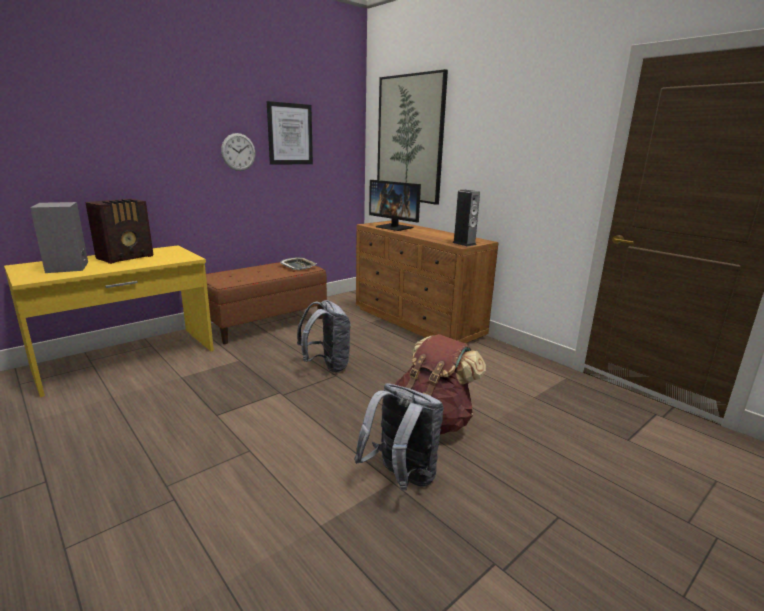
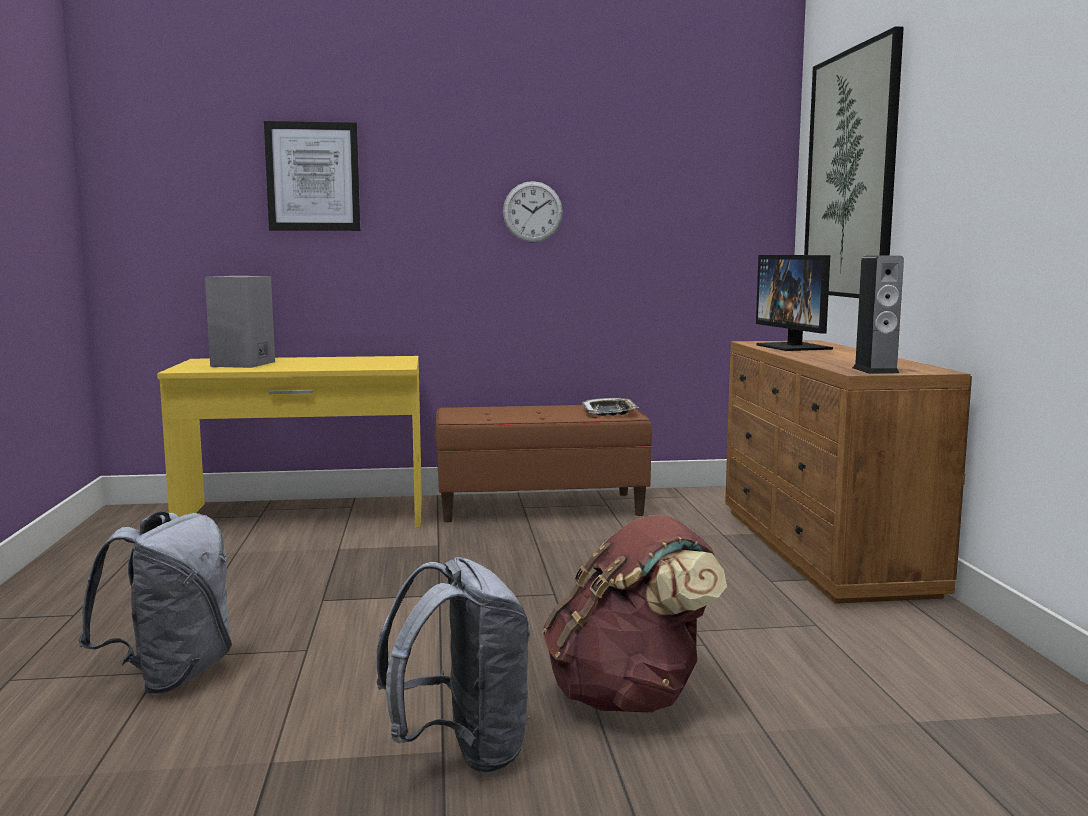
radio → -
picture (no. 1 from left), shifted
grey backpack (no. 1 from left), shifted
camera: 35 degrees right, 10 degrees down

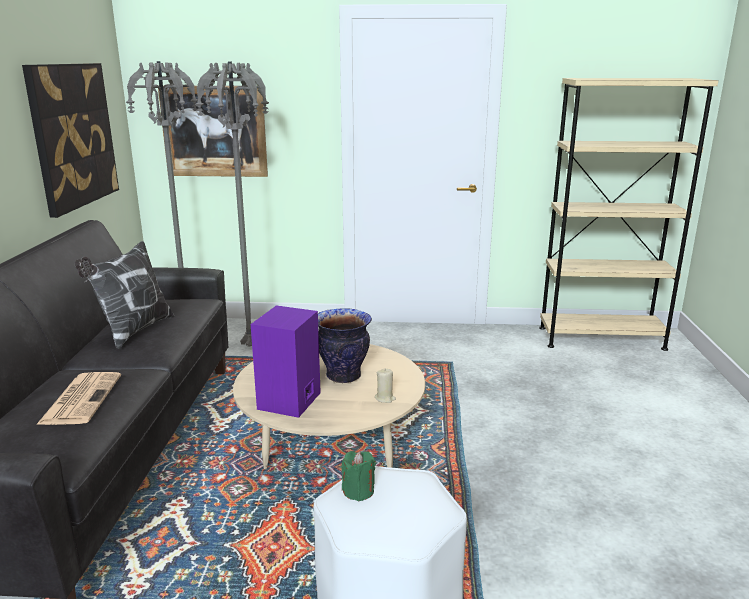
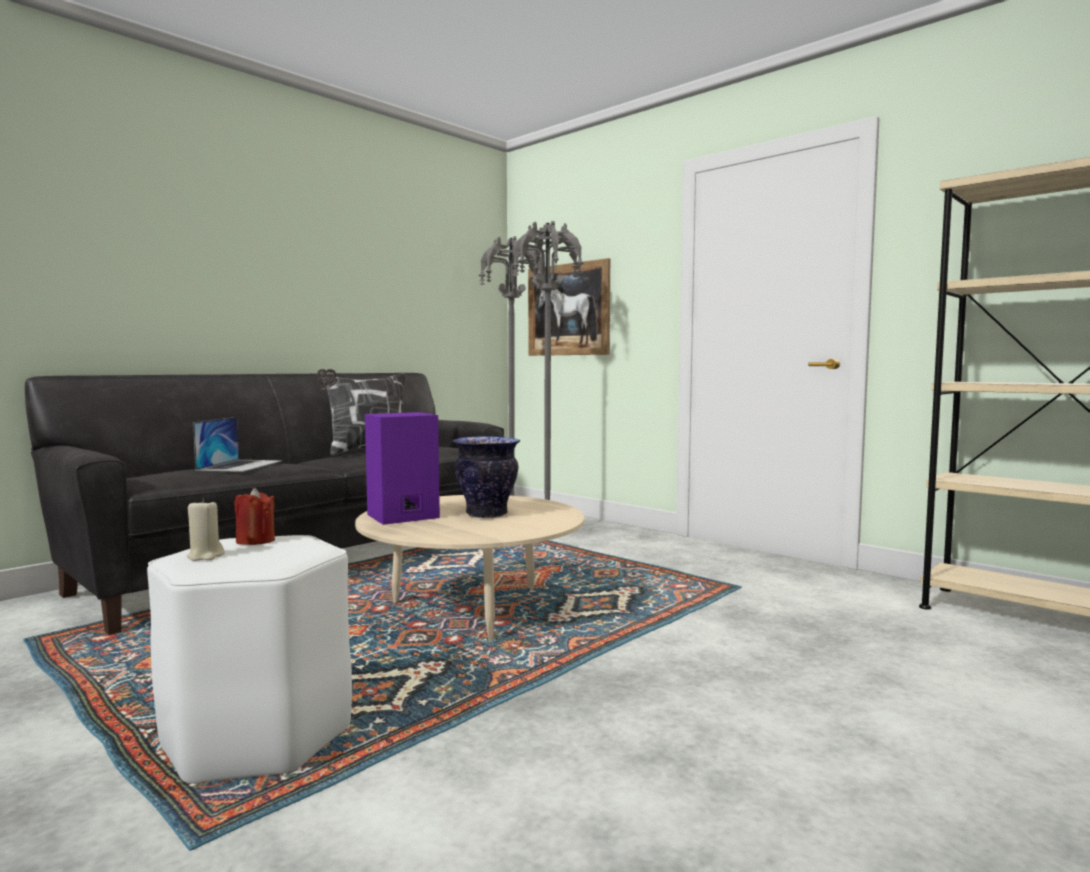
picture (no. 1 from left) → -
beige candle, shifted
newspaper → laptop
green candle → red candle
camera: 40 degrees right, 15 degrees down

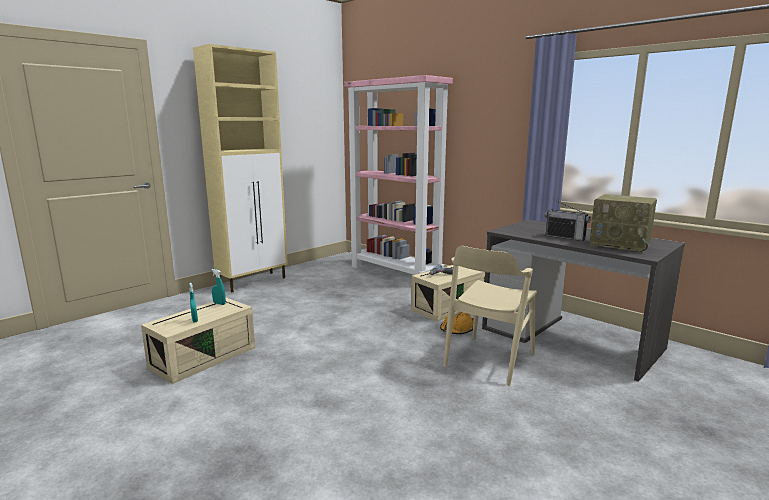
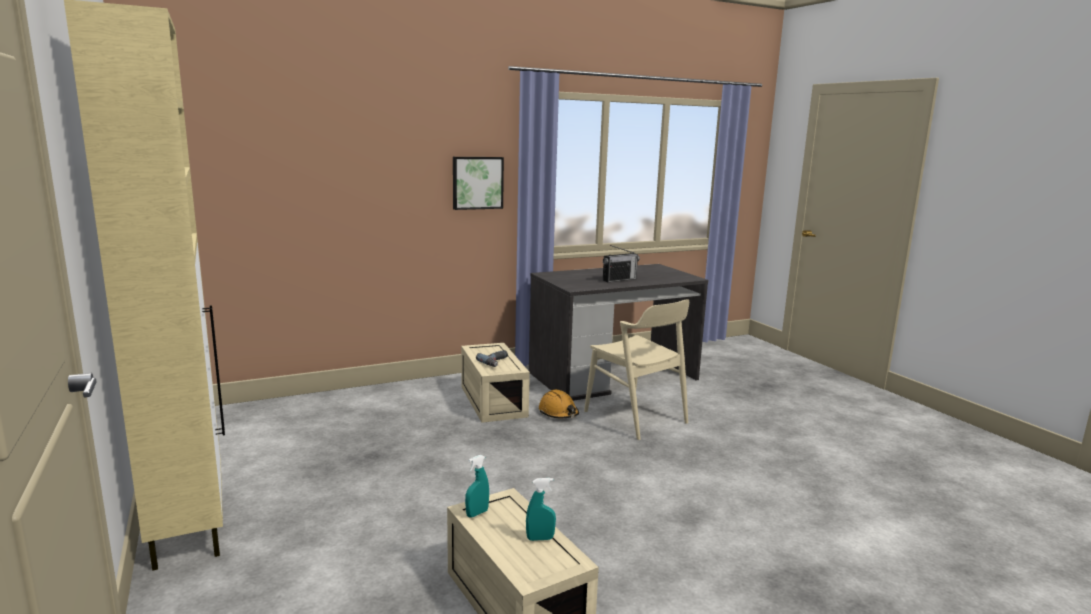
pink bookcase → -
radio (no. 2 from left) → -
- → picture
camera: 70 degrees left, 0 degrees up

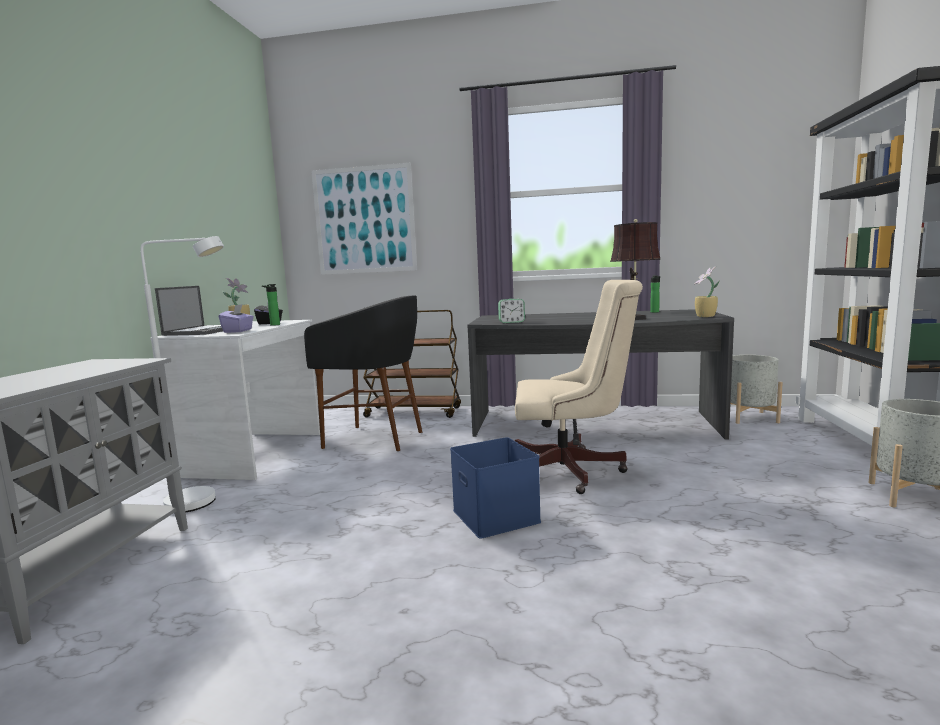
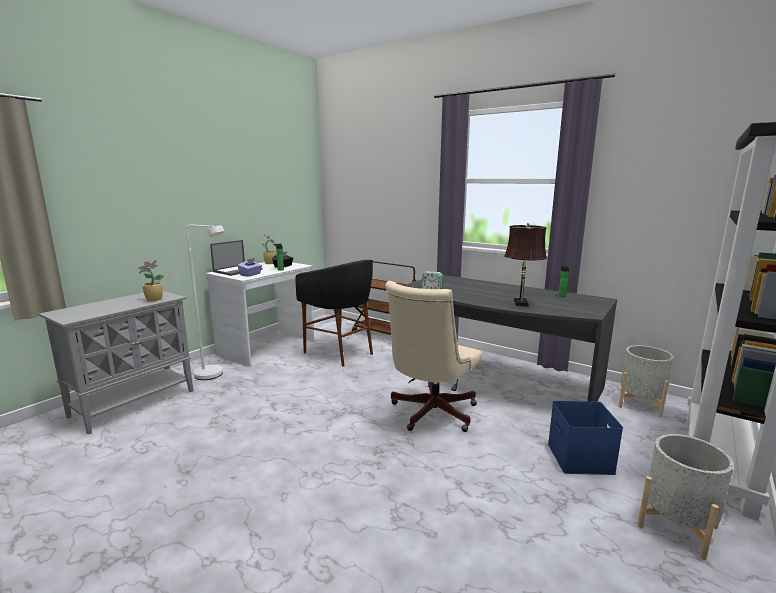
picture → -
blue storage box, shifted
potted plant (no. 2 from left in the first image) → potted plant (no. 1 from left), shifted
beige office chair, 90 degrees clockwise
camera: 25 degrees right, 5 degrees up

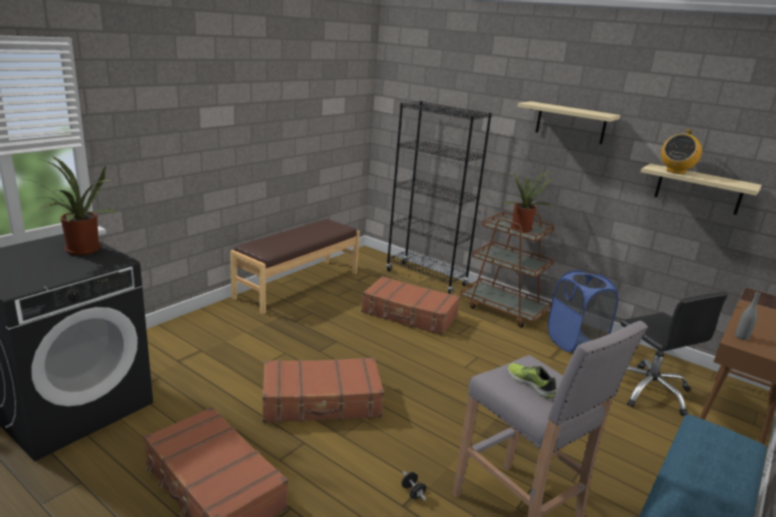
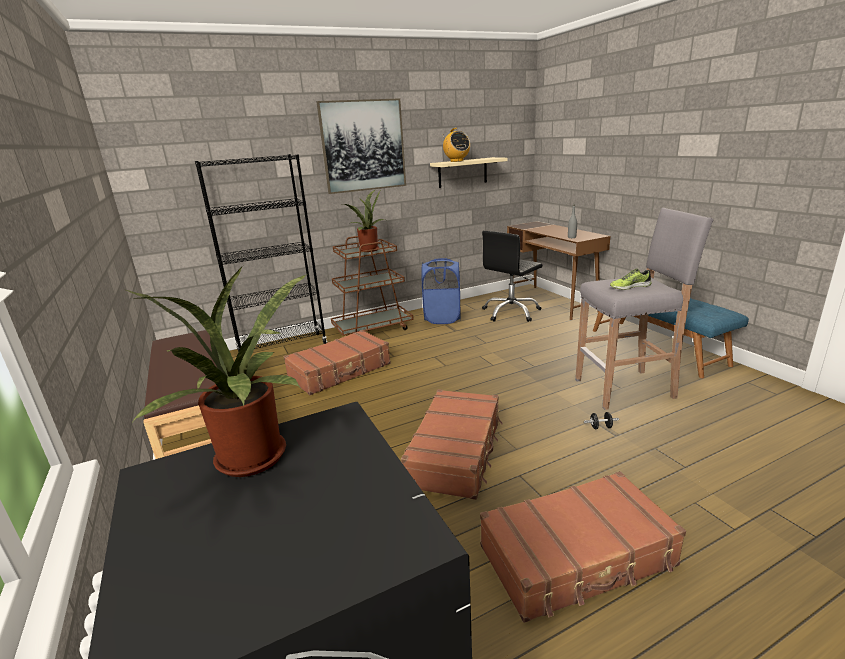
beige shelf (no. 1 from left) → picture
black office chair, 135 degrees clockwise
camera: 60 degrees left, 0 degrees up

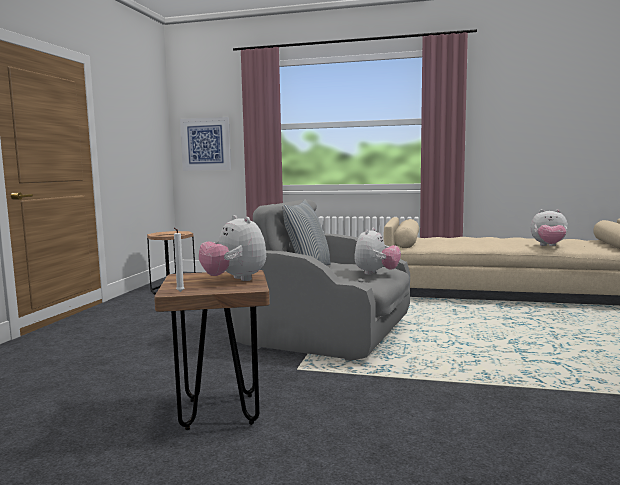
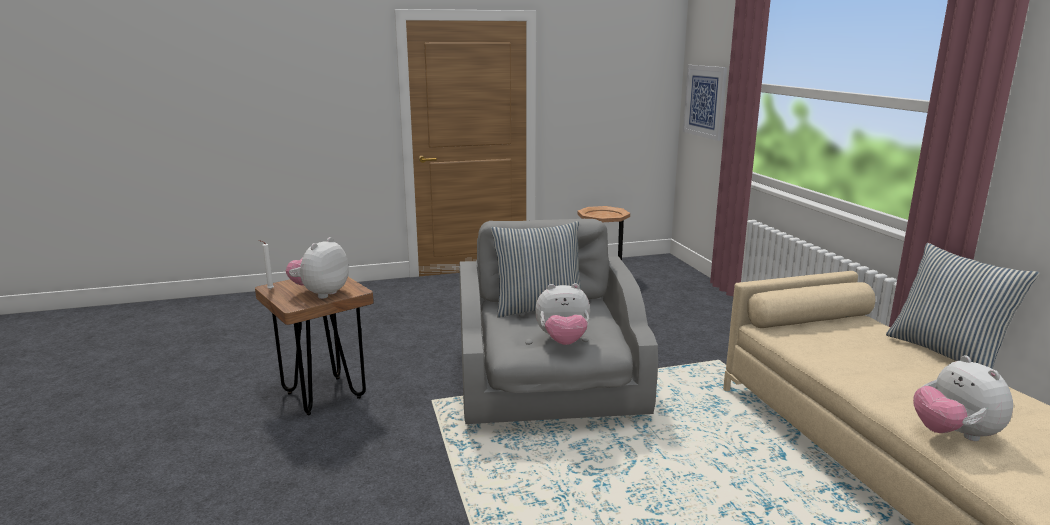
- → pillow (no. 2 from left)
camera: 60 degrees right, 10 degrees up

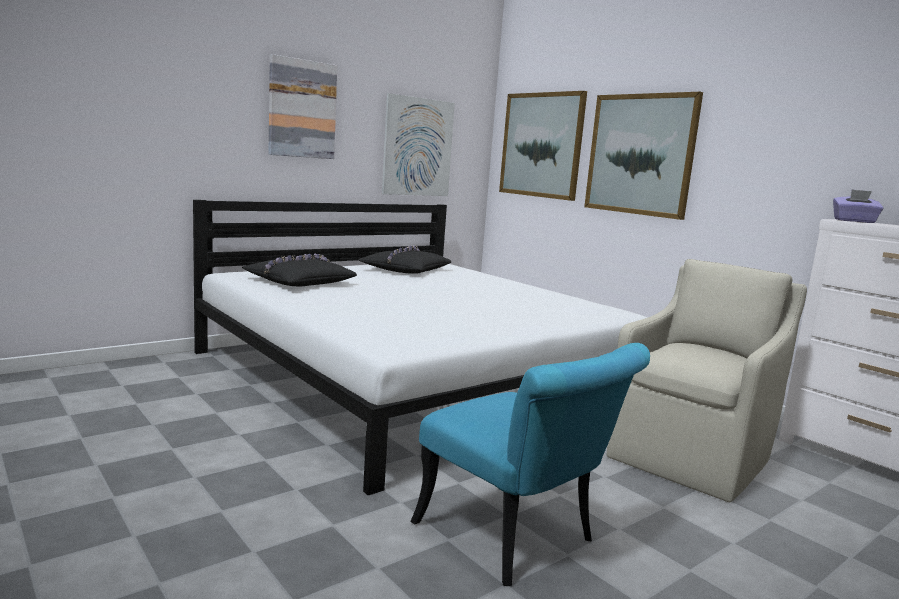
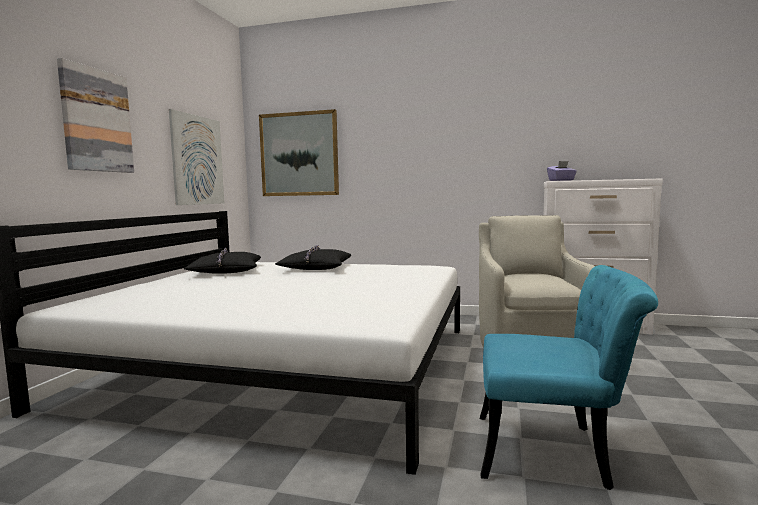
picture (no. 4 from left) → -
black pillow (no. 1 from left in the first image) → black pillow (no. 2 from left), shifted
camera: 35 degrees left, 5 degrees down

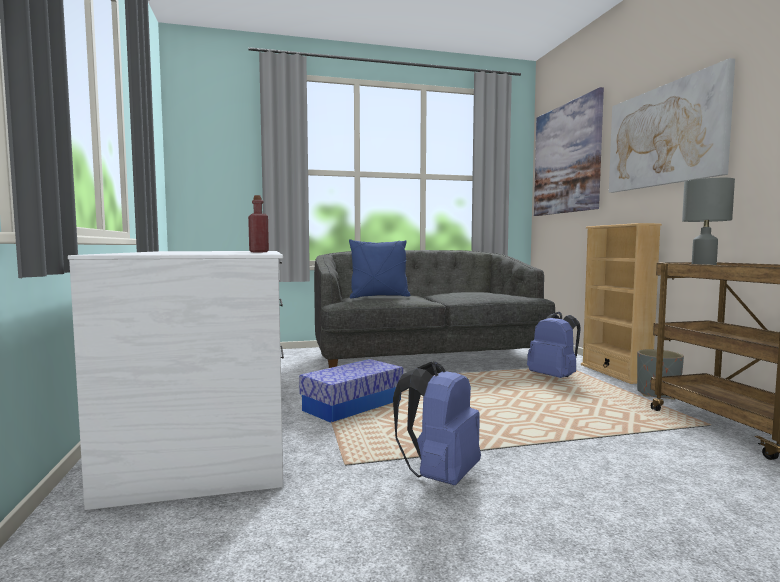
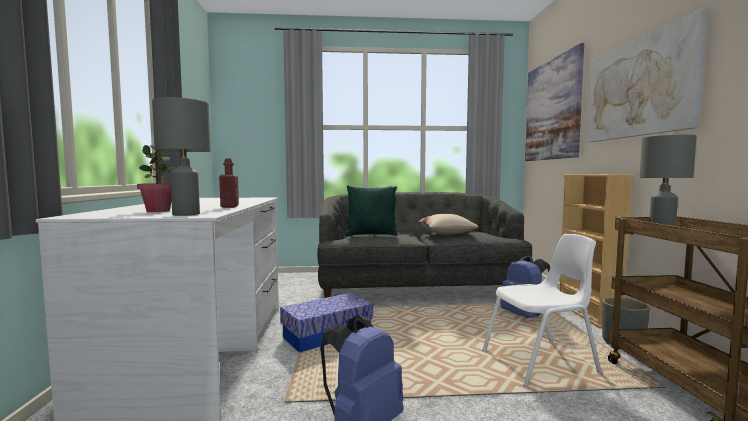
- → potted plant
- → grey table lamp (no. 1 from left)
- → beige pillow
- → white chair
blue pillow → green pillow
camera: 10 degrees right, 0 degrees up

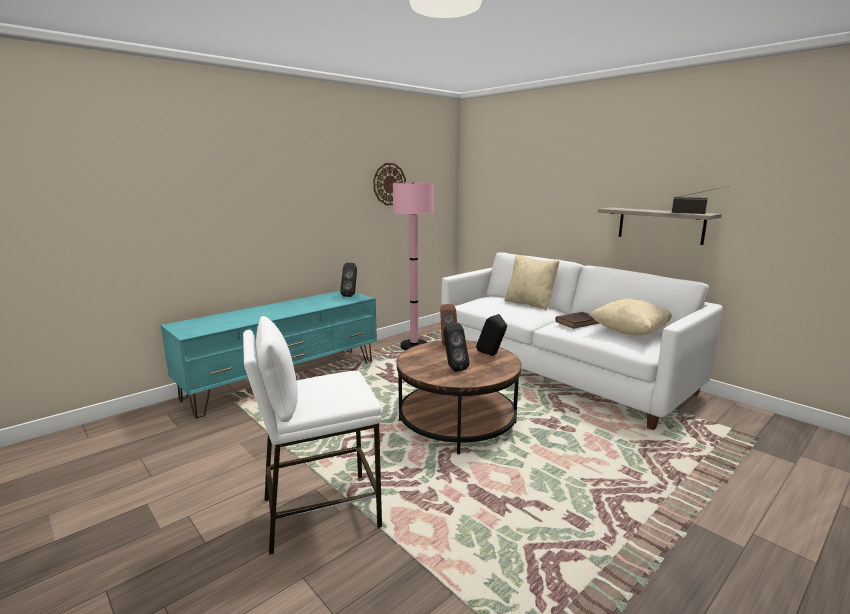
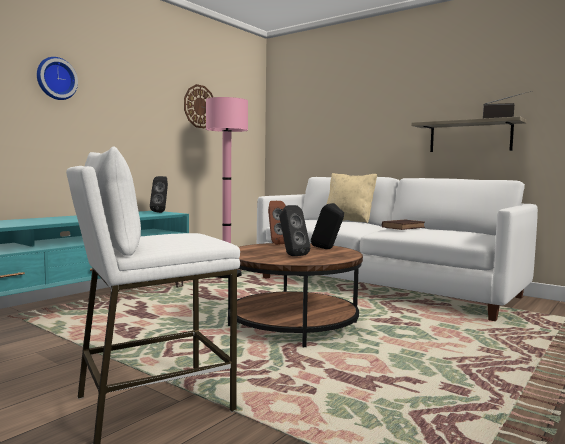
beige pillow (no. 2 from left) → -
- → wall clock (no. 1 from left)
camera: 10 degrees left, 10 degrees down

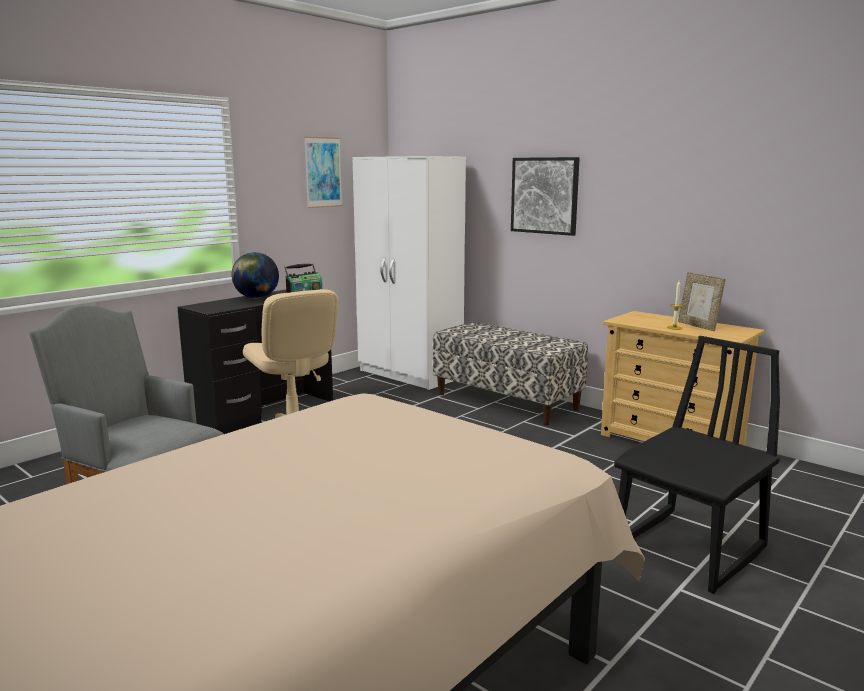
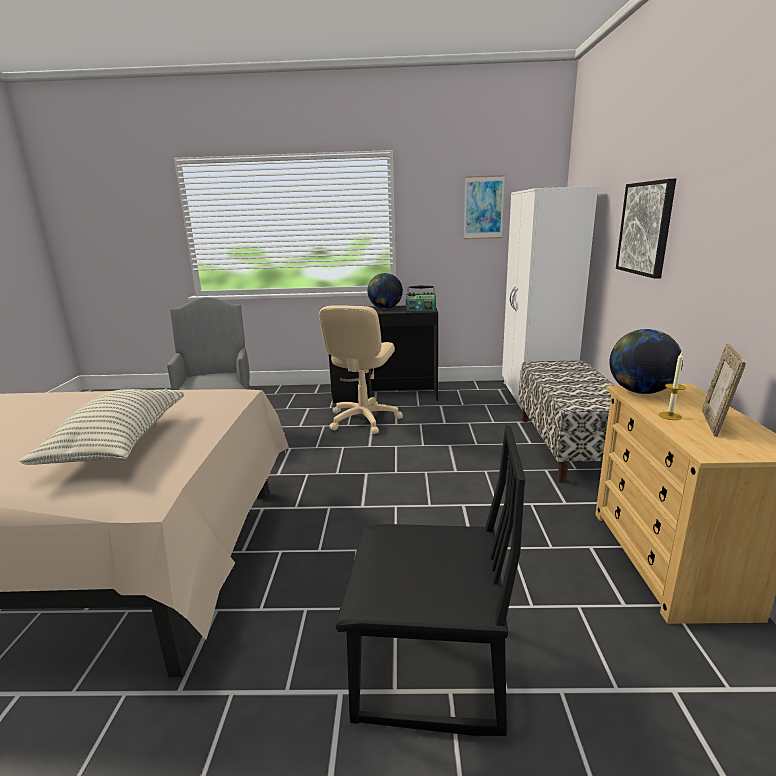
- → pillow
- → globe (no. 2 from left)
camera: 50 degrees right, 5 degrees up

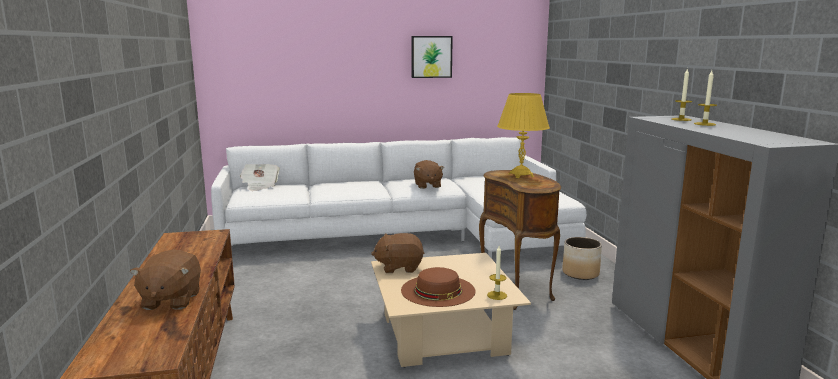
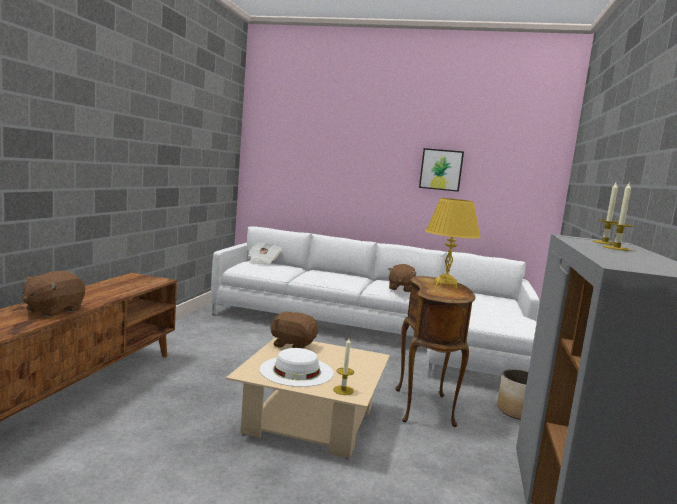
brown hat → white hat
camera: 25 degrees right, 5 degrees down

